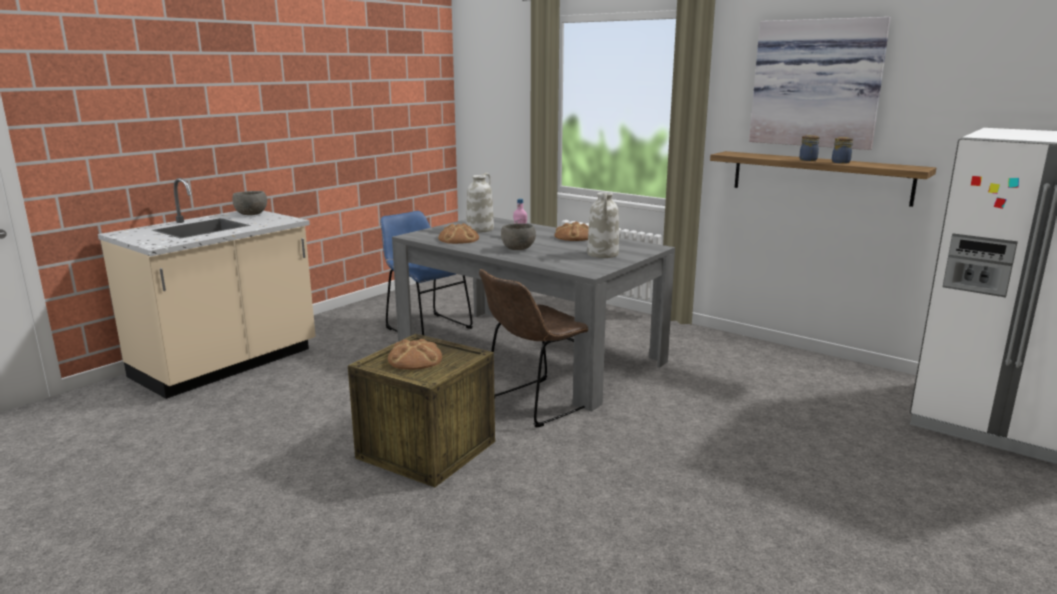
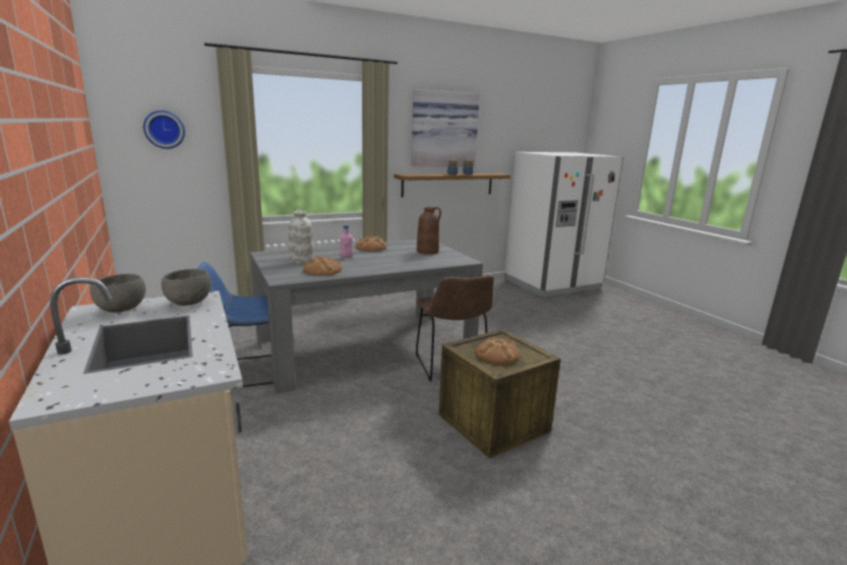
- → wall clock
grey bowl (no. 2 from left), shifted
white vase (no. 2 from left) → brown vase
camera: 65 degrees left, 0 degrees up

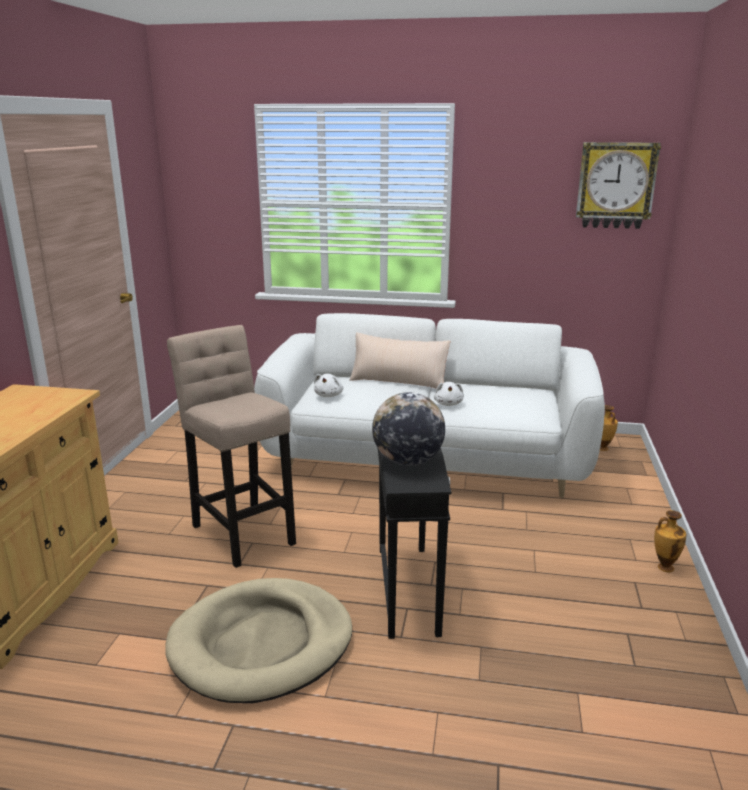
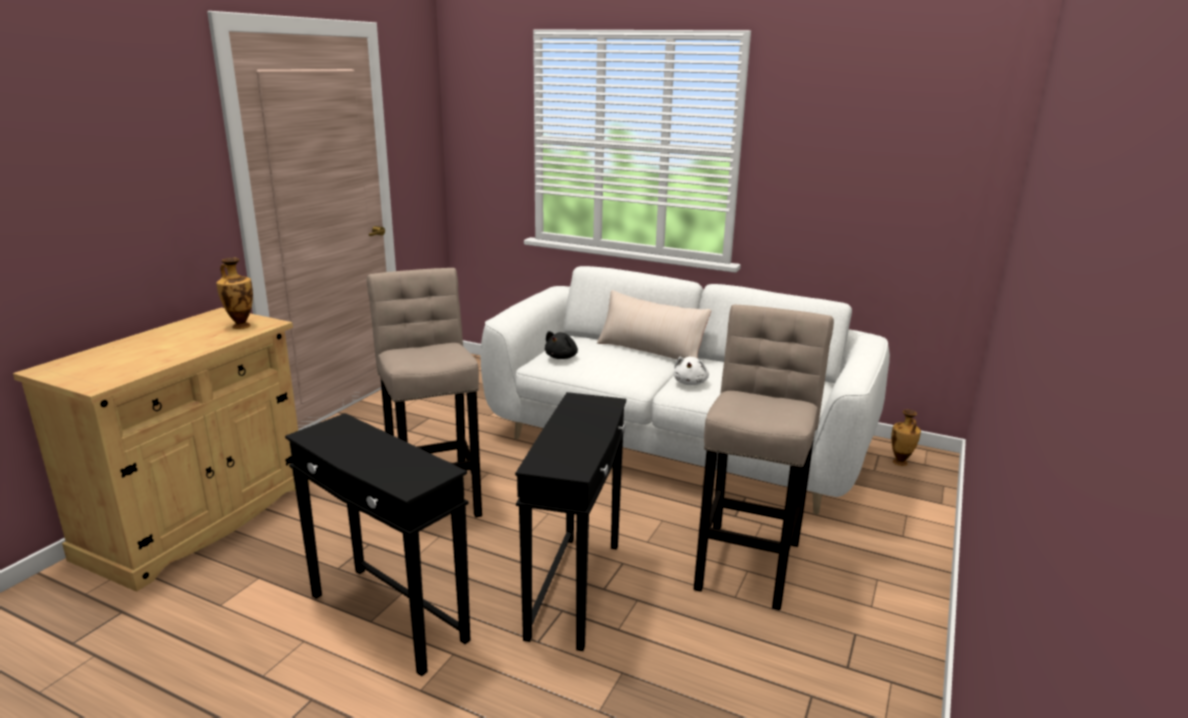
globe → -
wall clock → -
- → beige stool (no. 2 from left)
vase (no. 2 from left in the first image) → vase (no. 1 from left), shifted
beige dog bed → black side table (no. 1 from left)
white plush toy (no. 1 from left) → black plush toy
camera: 15 degrees right, 0 degrees up

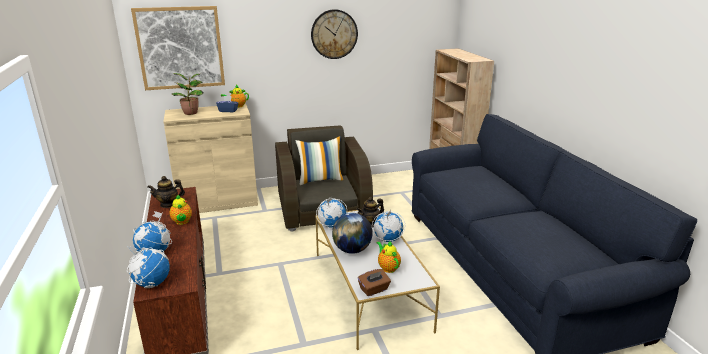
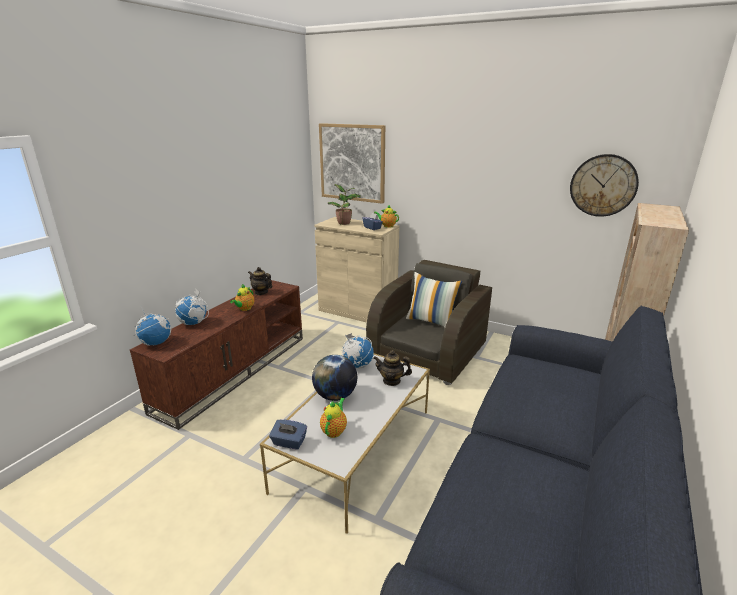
globe (no. 5 from left) → -
wall clock, shifted
brown tissue box → blue tissue box (no. 1 from left)
camera: 45 degrees right, 0 degrees up

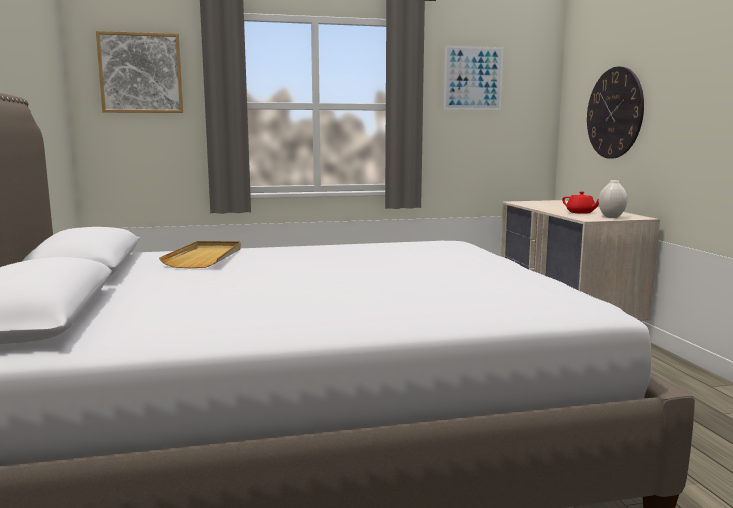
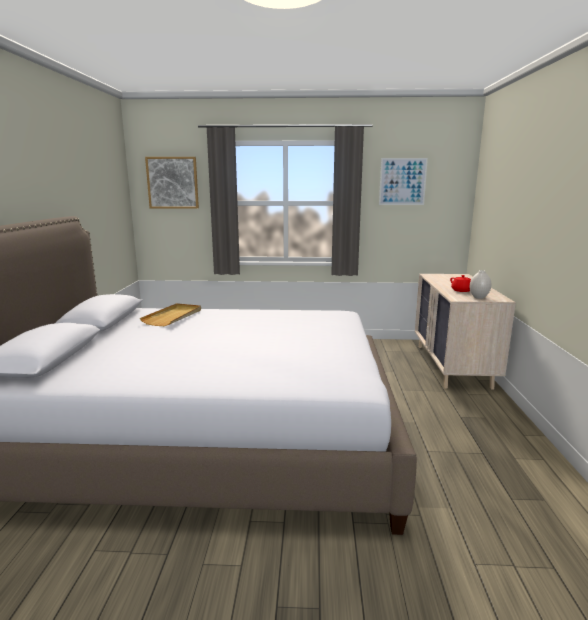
wall clock → -
camera: 15 degrees right, 5 degrees up

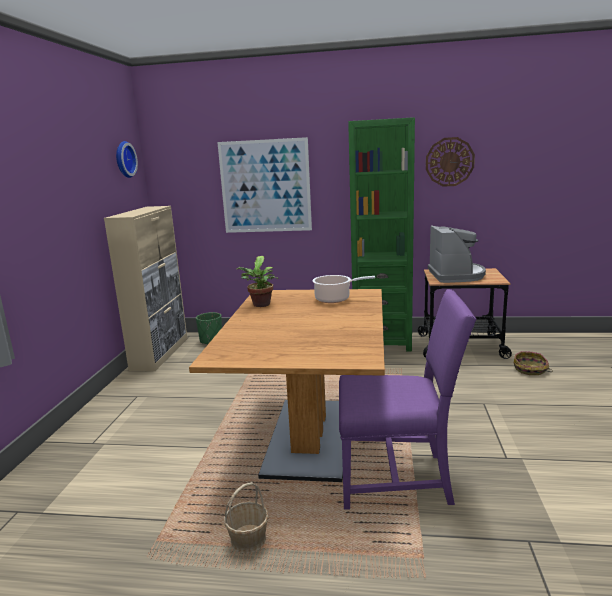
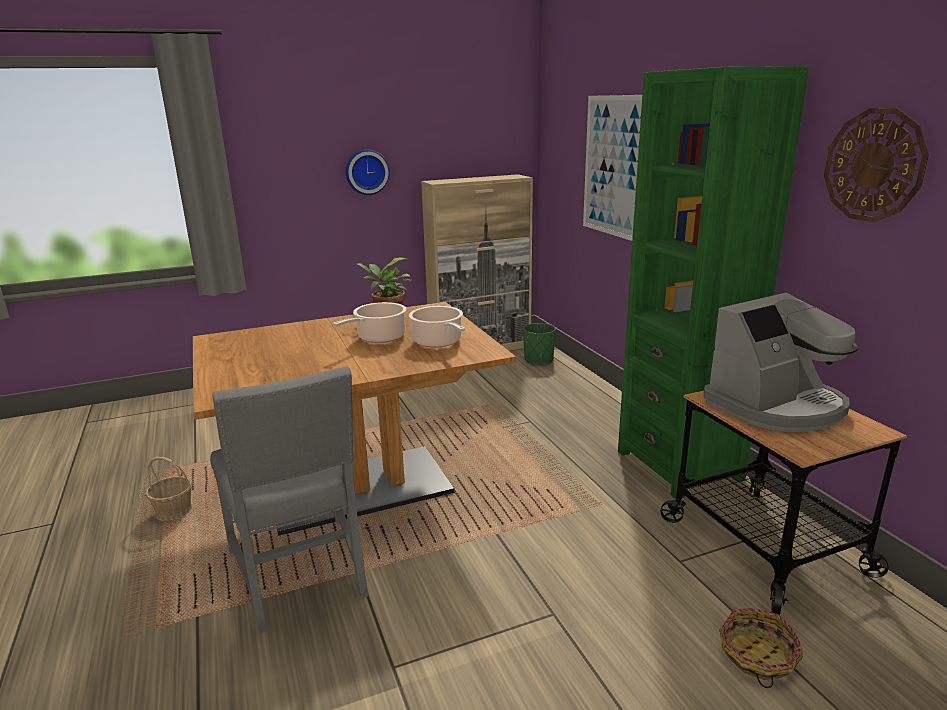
- → cooking pot (no. 1 from left)
wall clock (no. 1 from left), shifted
purple chair → grey chair
camera: 60 degrees right, 5 degrees up

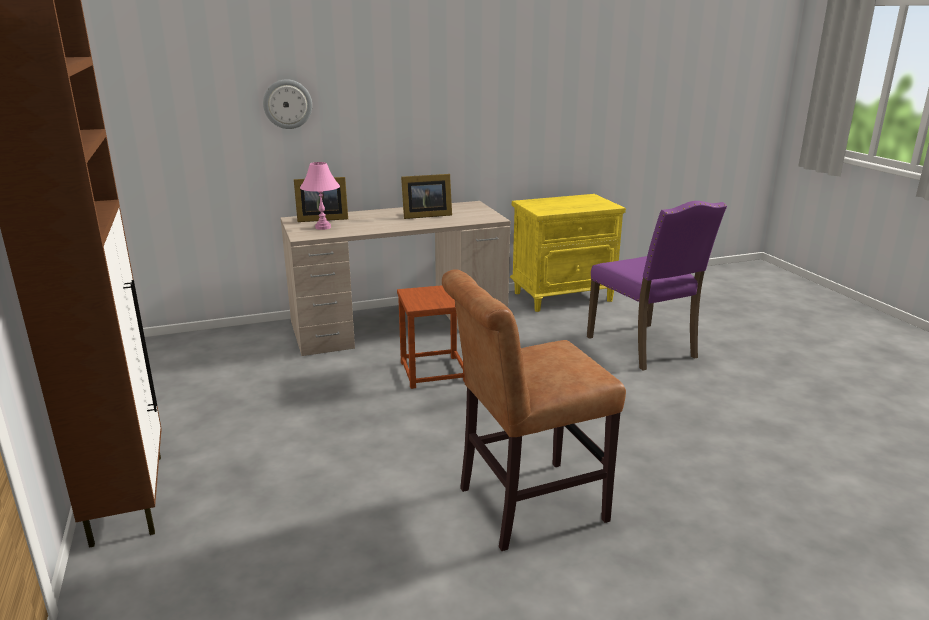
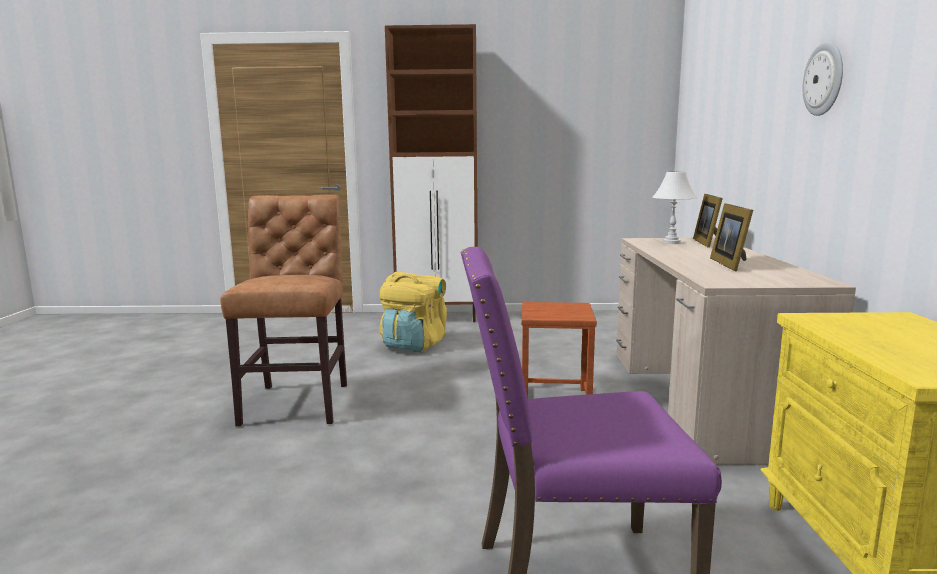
- → yellow backpack
wall clock, shifted
pink table lamp → white table lamp
camera: 110 degrees right, 10 degrees down

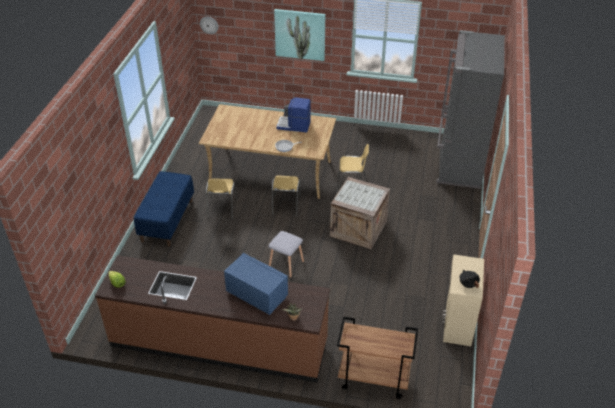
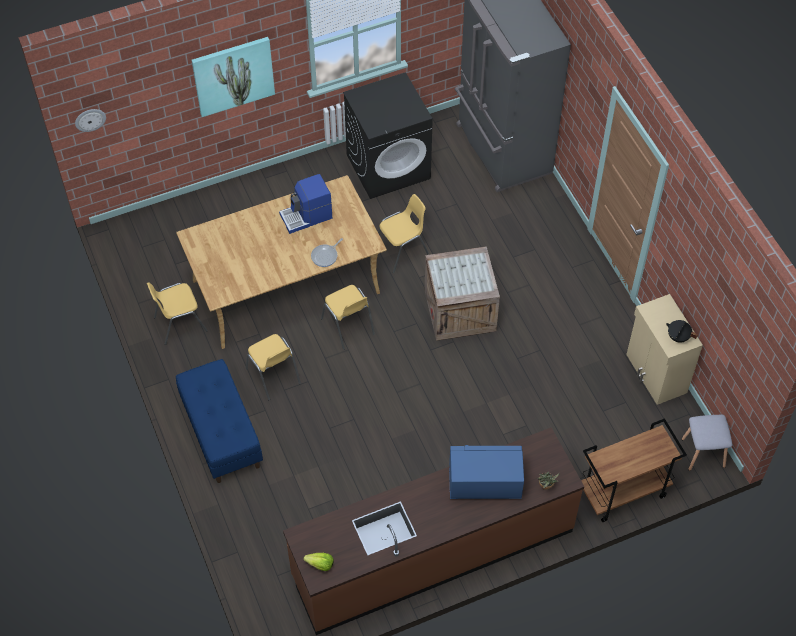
- → yellow chair (no. 1 from left)
- → black washing machine
grey stool, shifted
camera: 35 degrees left, 15 degrees up

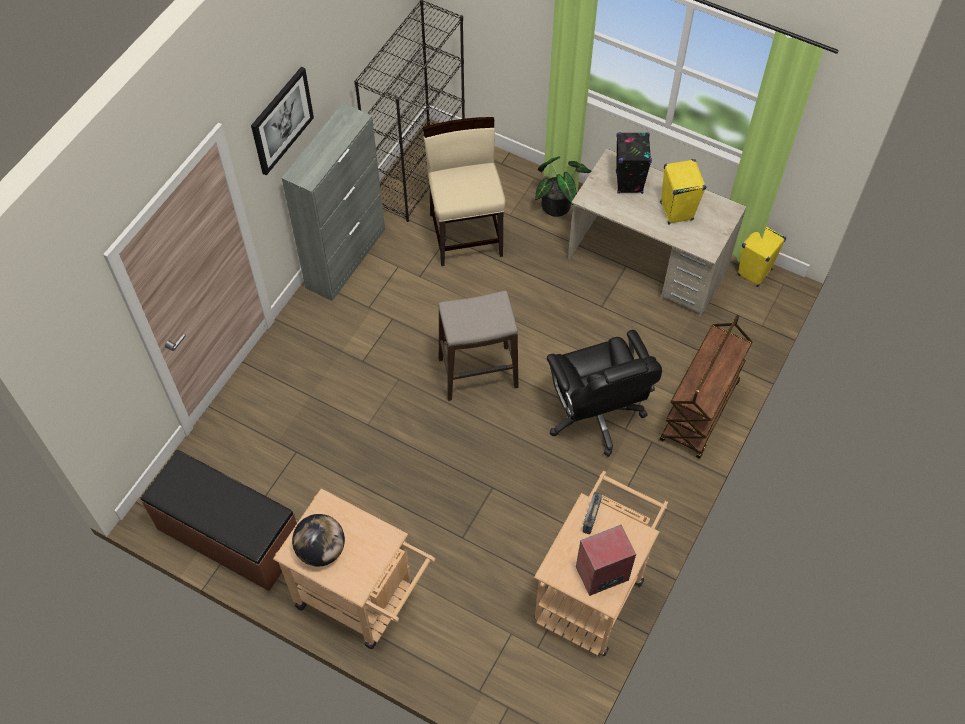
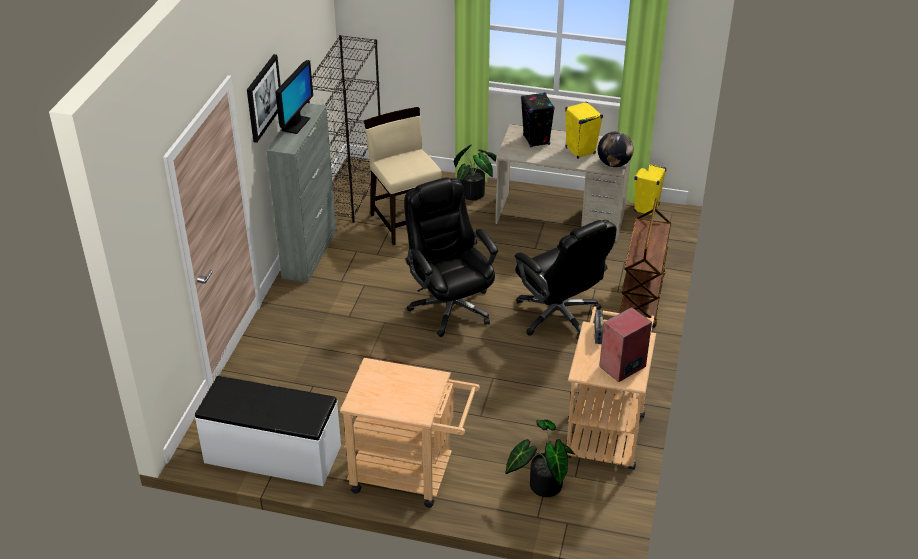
- → monitor
- → potted plant (no. 2 from left)
globe, shifted
stool → black office chair (no. 1 from left)
brown bench → white bench
camera: 15 degrees left, 20 degrees down

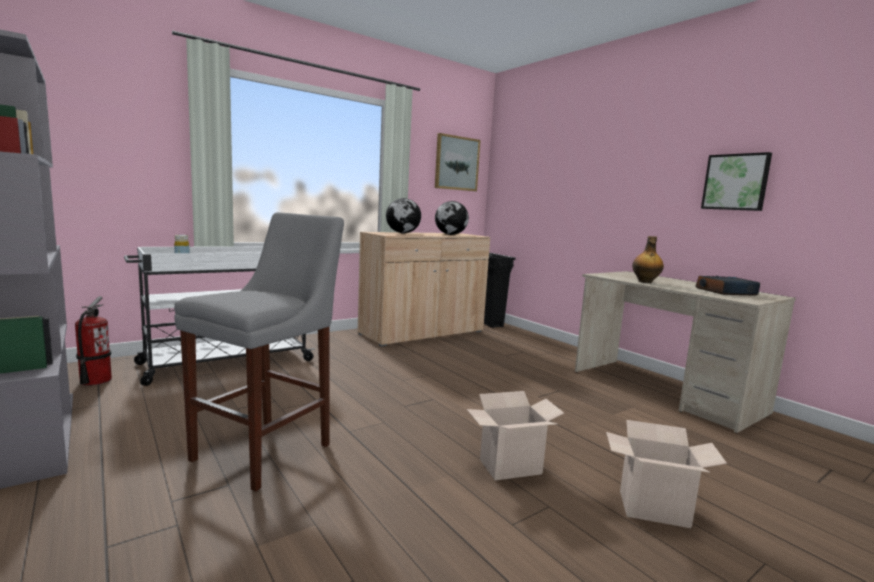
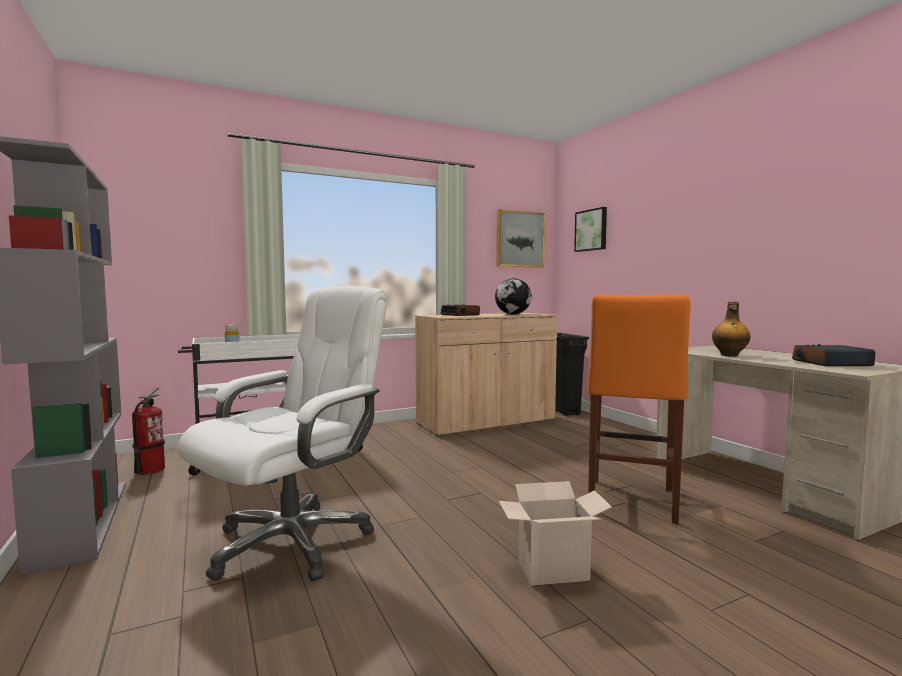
cardboard box (no. 2 from left) → -
- → orange stool
picture (no. 2 from left), shifted
grey stool → white office chair
globe (no. 1 from left) → alarm clock (no. 1 from left)
camera: 10 degrees right, 5 degrees down

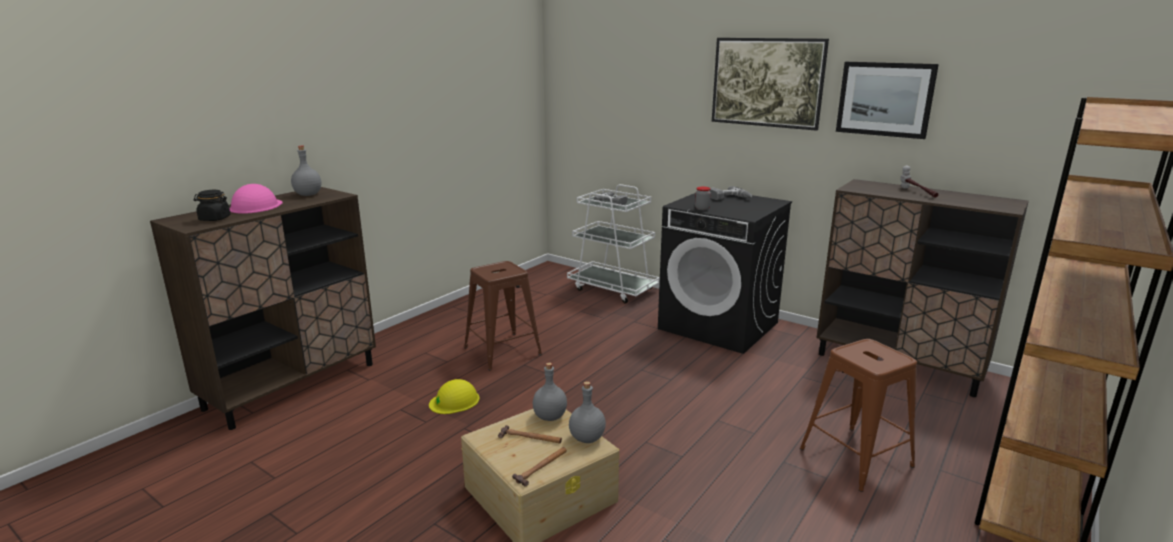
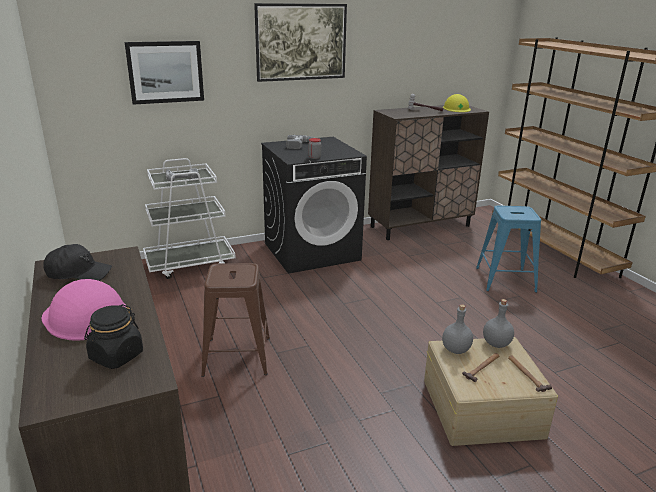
yellow hard hat, shifted
picture (no. 2 from left in the first image) → picture (no. 1 from left), shifted
grey bottle (no. 1 from left) → black cap
brown stool (no. 2 from left) → blue stool
camera: 60 degrees left, 5 degrees up

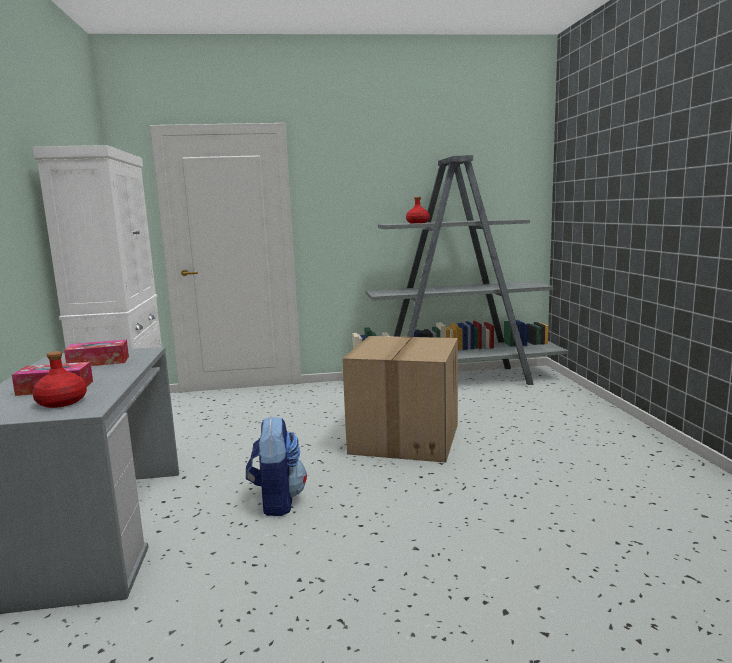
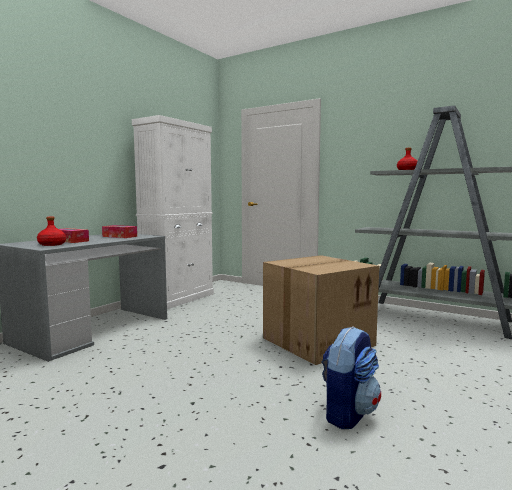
backpack, shifted
camera: 40 degrees right, 5 degrees down

